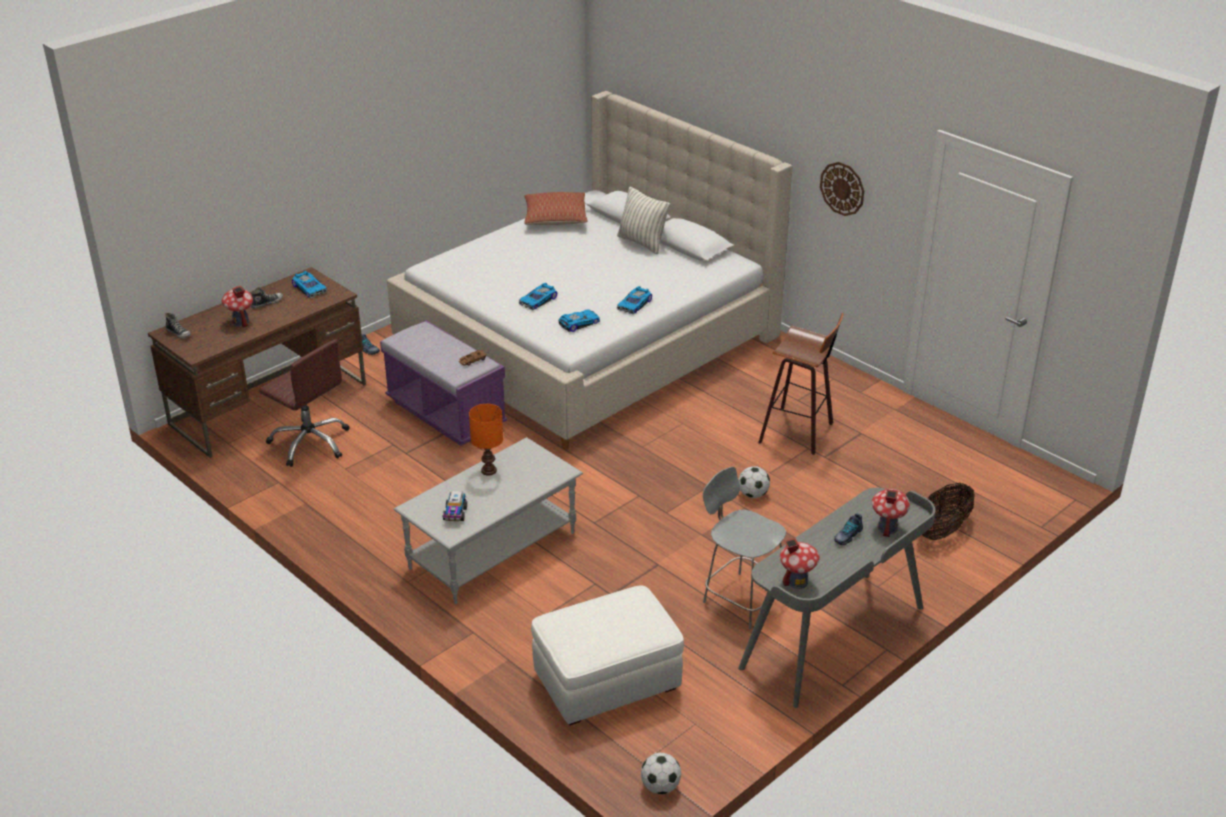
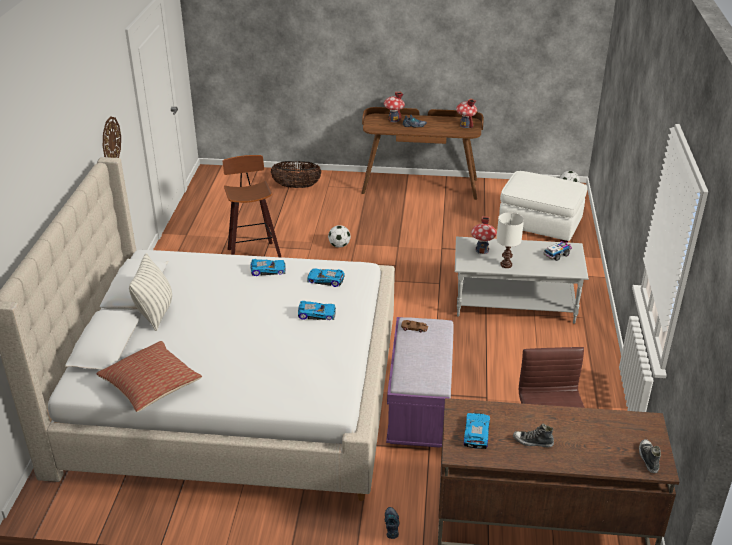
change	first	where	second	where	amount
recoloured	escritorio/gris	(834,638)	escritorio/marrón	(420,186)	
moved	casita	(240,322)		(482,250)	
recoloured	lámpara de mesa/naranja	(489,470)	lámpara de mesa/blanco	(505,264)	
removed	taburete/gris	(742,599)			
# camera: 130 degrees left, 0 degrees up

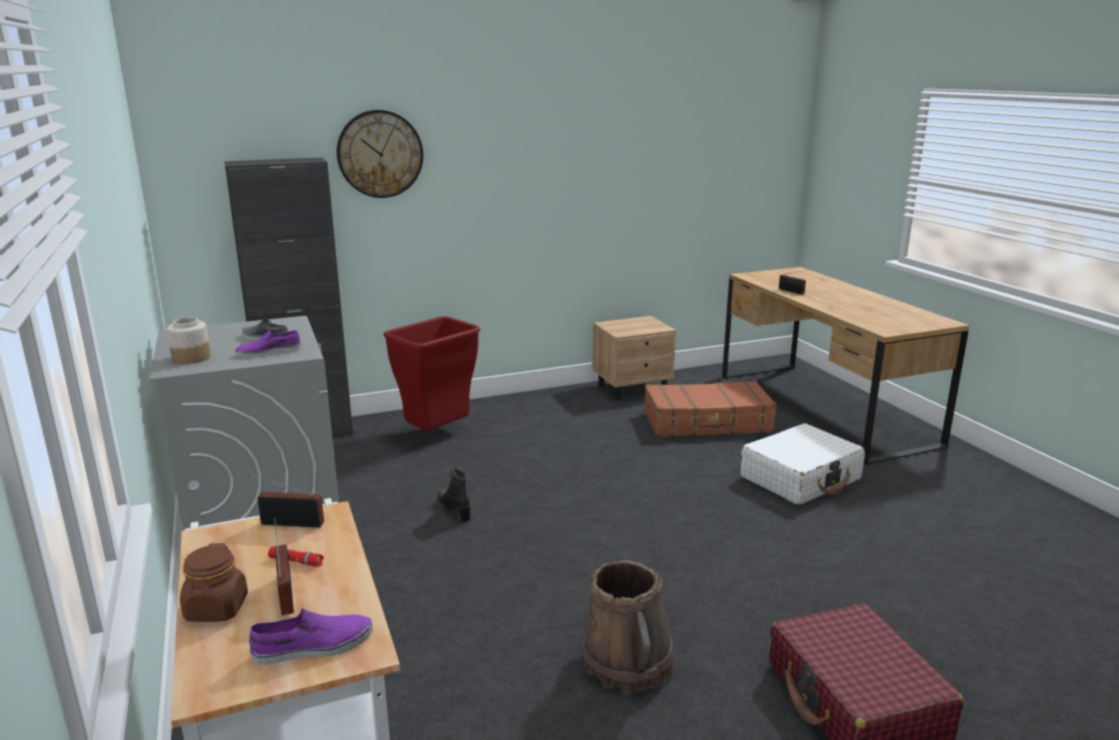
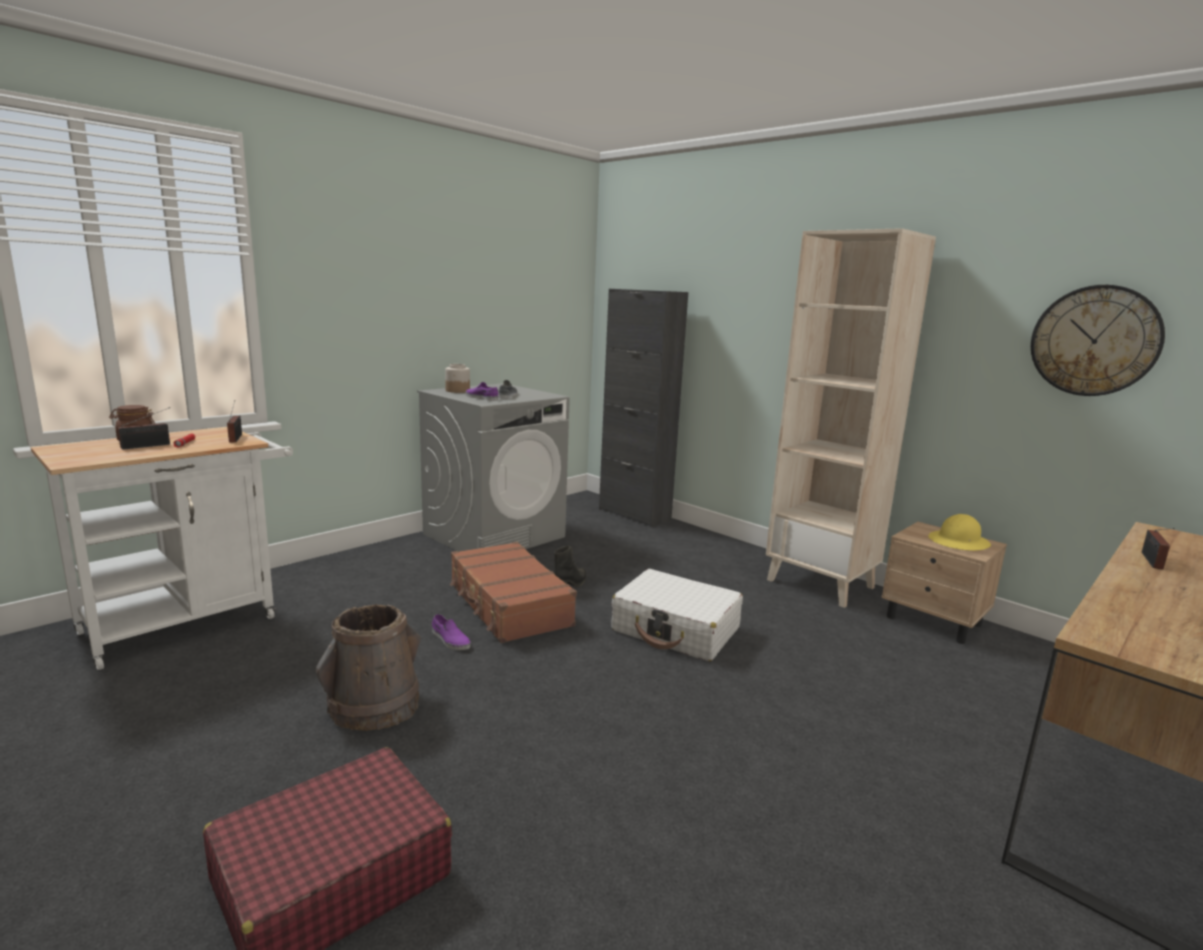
change	first	where	second	where	amount
moved	zapato/morado	(313,647)		(450,640)	
moved	maleta/marrón	(707,423)		(508,605)	
moved	maleta/blanco	(801,478)		(676,630)	
added			estantería/beis	(821,583)	
added			casco/amarillo	(959,542)	
moved	reloj de pared	(380,154)		(1094,341)	
removed	papelera/rojo	(438,434)			
# camera: 65 degrees right, 5 degrees down

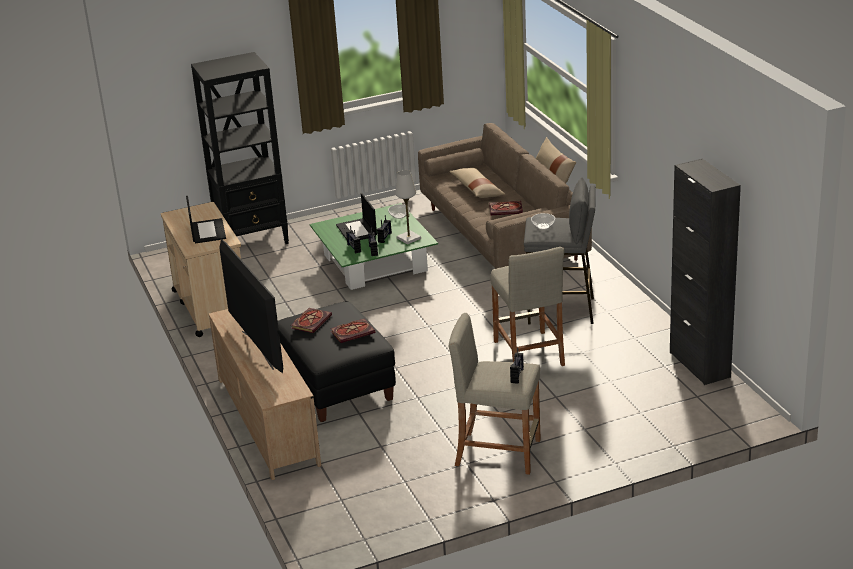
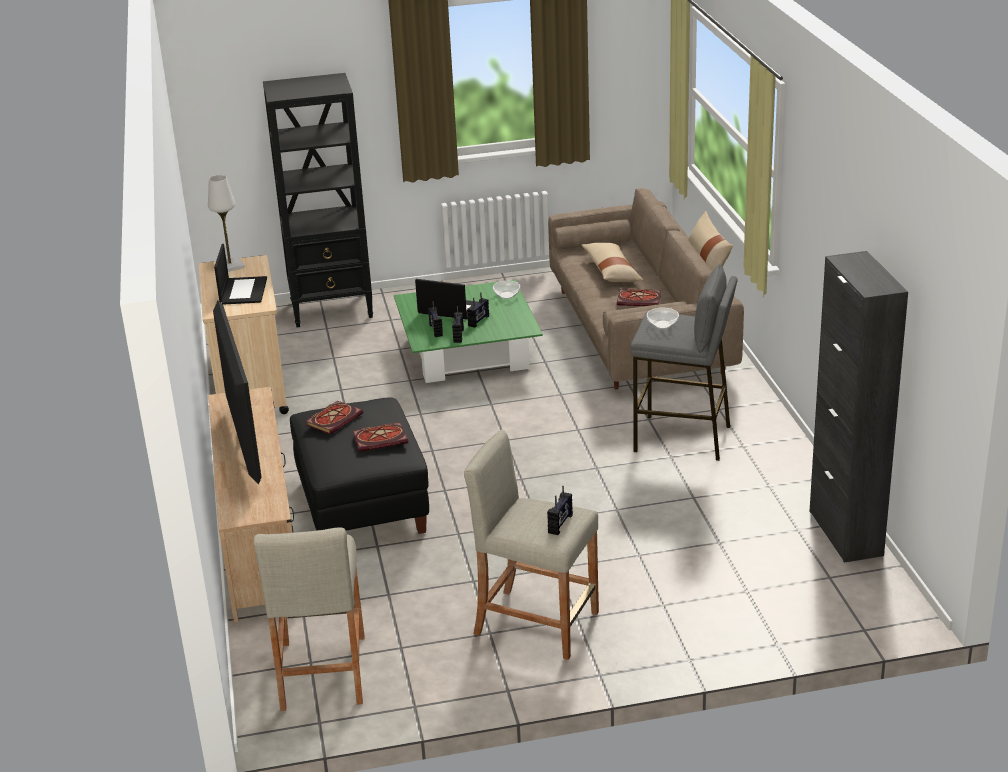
change	first	where	second	where	amount
moved	lámpara de mesa/blanco	(409,238)		(230,266)	
moved	taburete/beis	(529,353)		(322,672)	
turned	portátil	(357,231)		(448,309)	120 degrees clockwise
# camera: 10 degrees right, 0 degrees up

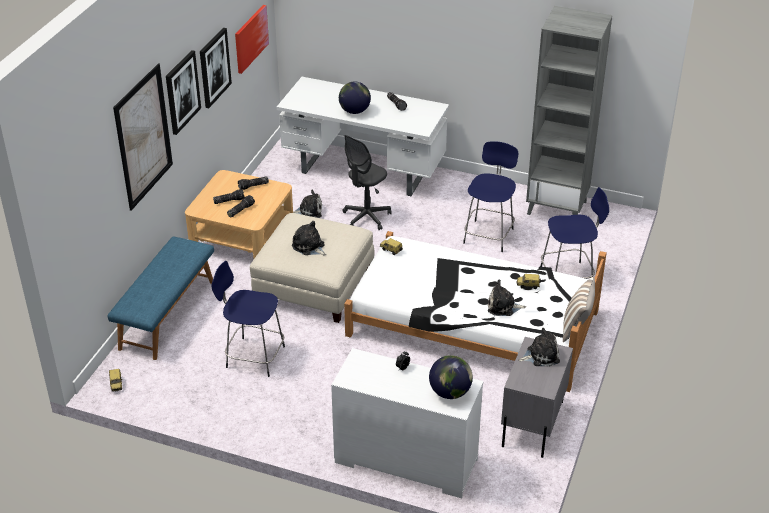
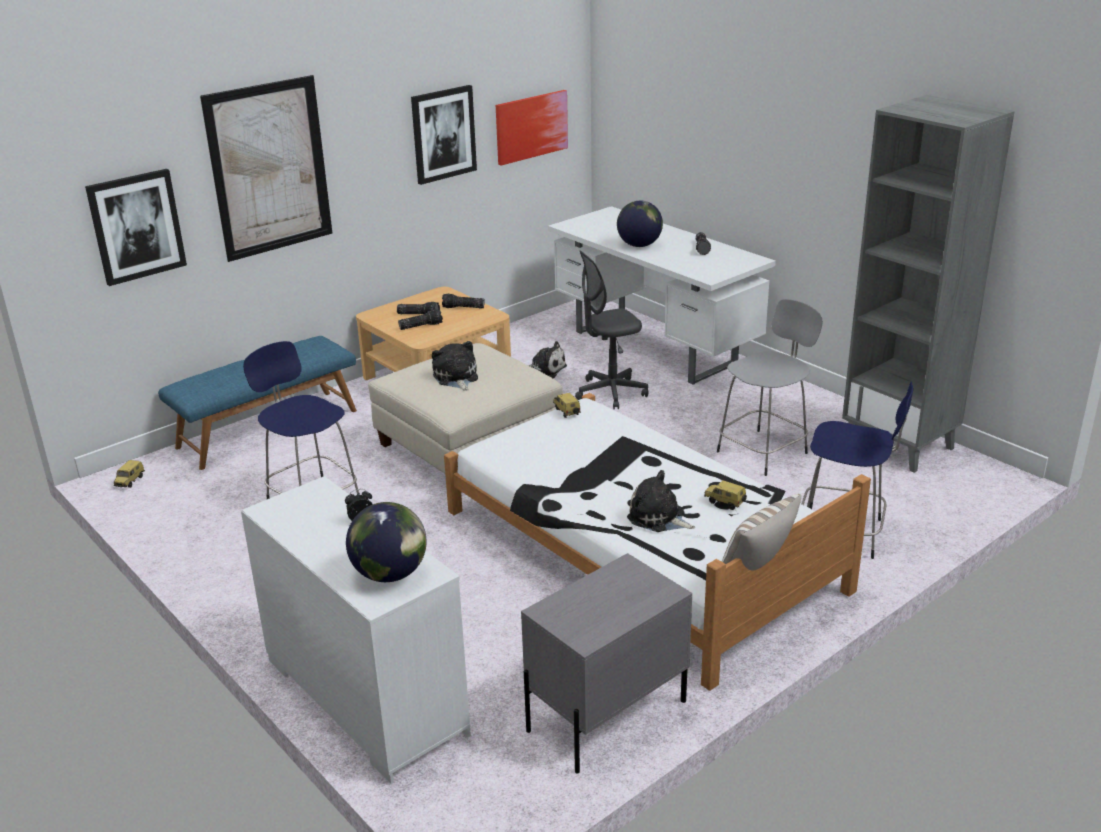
change	first	where	second	where	amount
moved	cuadro	(182,92)		(136,226)	
recoloured	taburete/azul	(489,235)	taburete/gris	(764,451)	
removed	peluche	(540,355)			
# camera: 30 degrees right, 10 degrees down

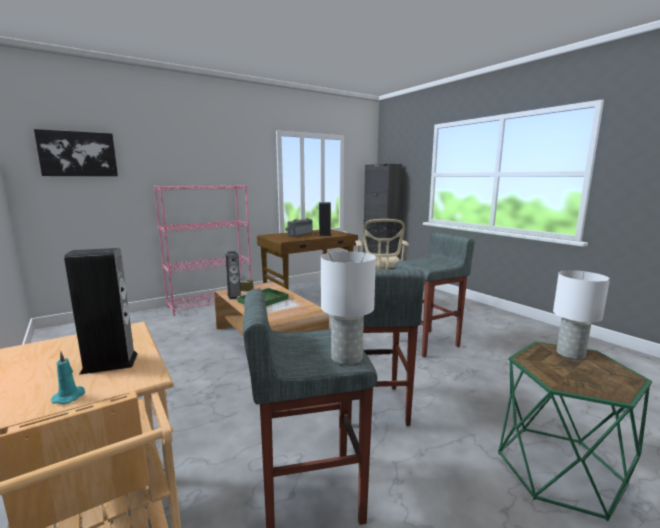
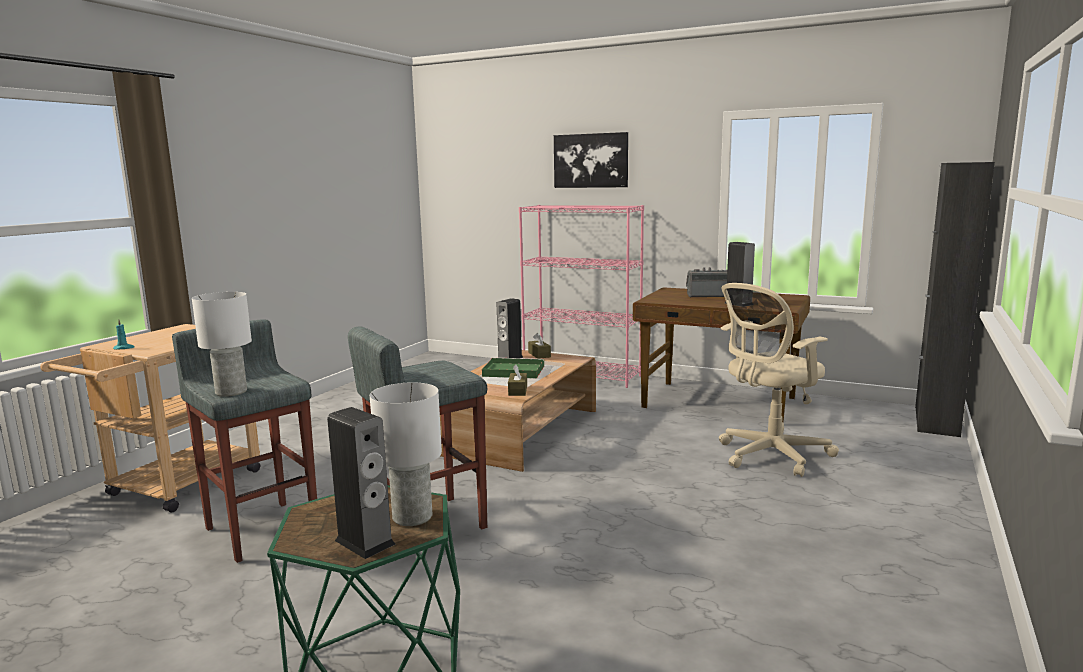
change	first	where	second	where	amount
moved	altavoz	(110,363)		(365,542)	
added			caja de pañuelos/marrón	(517,390)	
moved	cuadro	(78,154)		(591,160)	
removed	taburete/gris	(428,343)			
# camera: 60 degrees right, 0 degrees up

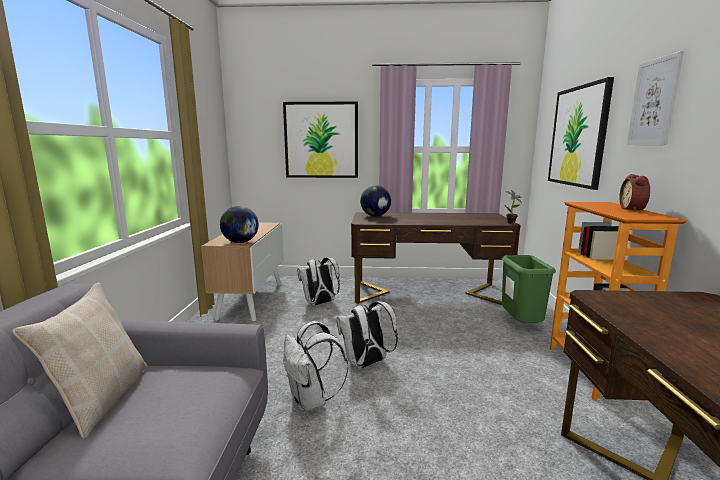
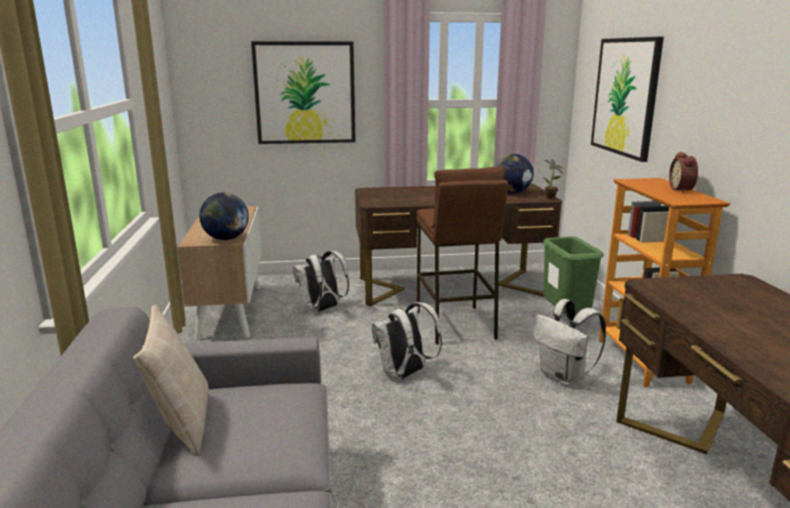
change	first	where	second	where	amount
added			taburete/marrón	(455,324)	
moved	globo terráqueo	(375,216)		(512,192)	
moved	mochila/blanco	(311,401)		(564,377)	
removed	cuadro	(653,102)			
# camera: 10 degrees left, 5 degrees up

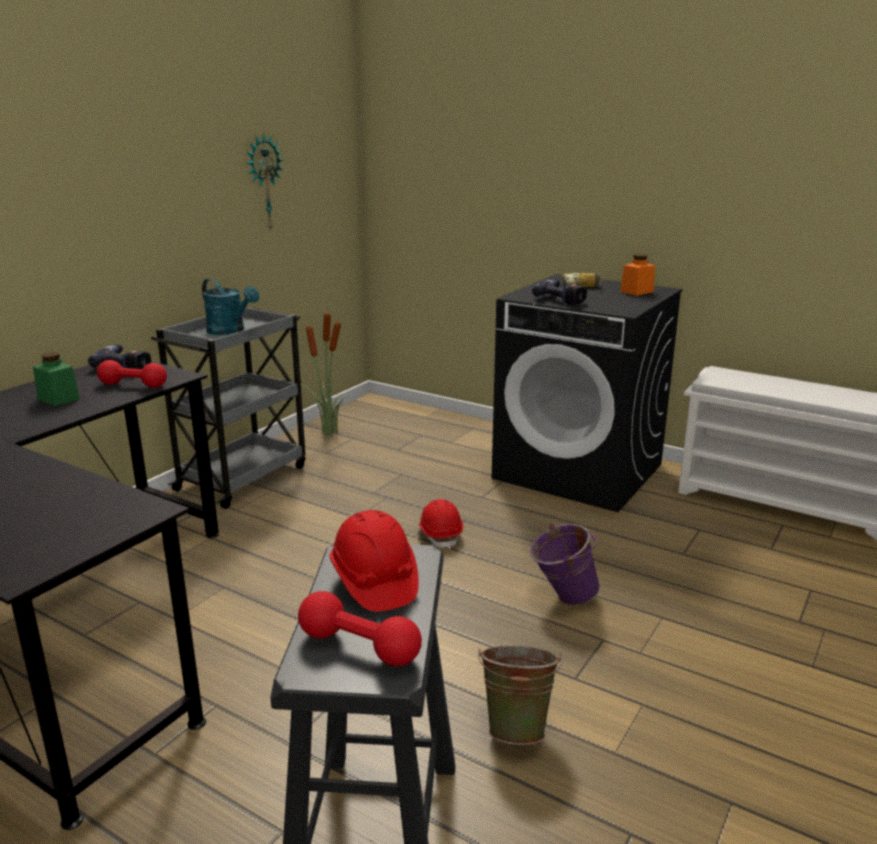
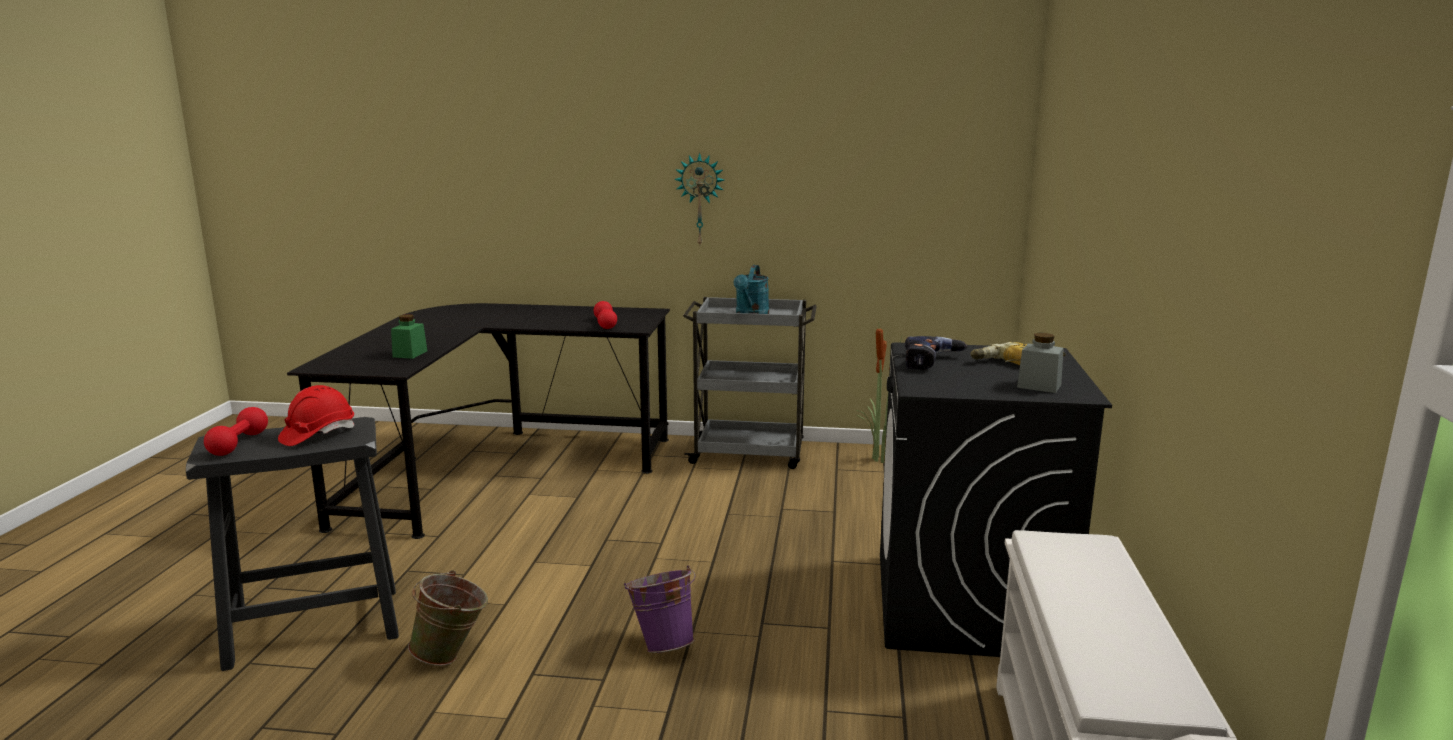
change	first	where	second	where	amount
moved	tarro/verde	(58,399)		(410,354)	
moved	reloj de pared	(264,183)		(700,200)	
recoloured	tarro/naranja	(636,292)	tarro/gris	(1039,386)	
removed	taladro	(126,366)			
removed	casco/rojo	(440,534)			
# camera: 65 degrees right, 5 degrees down

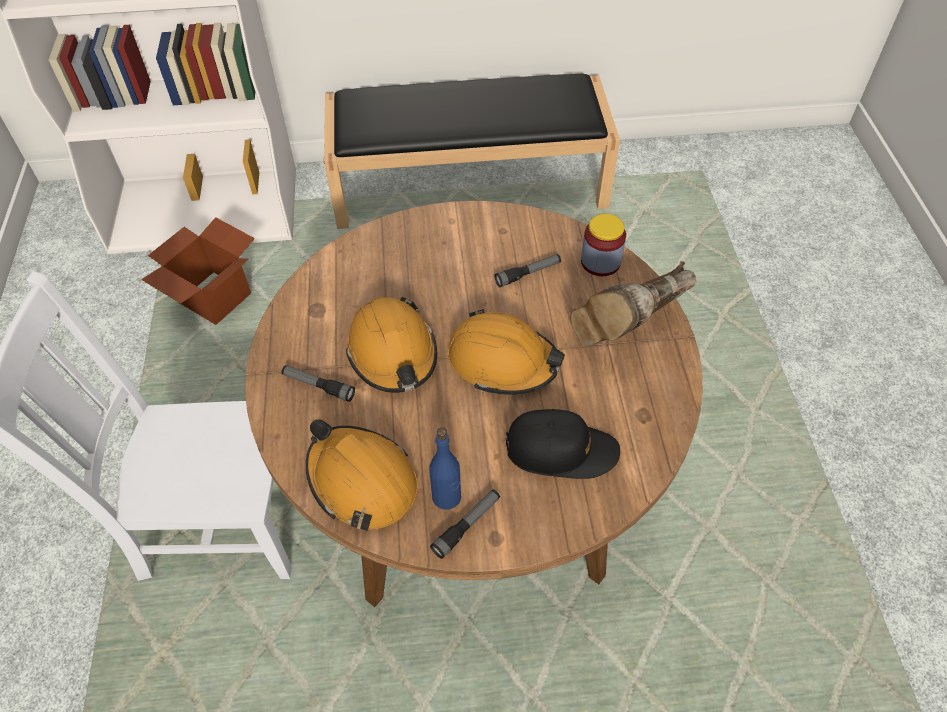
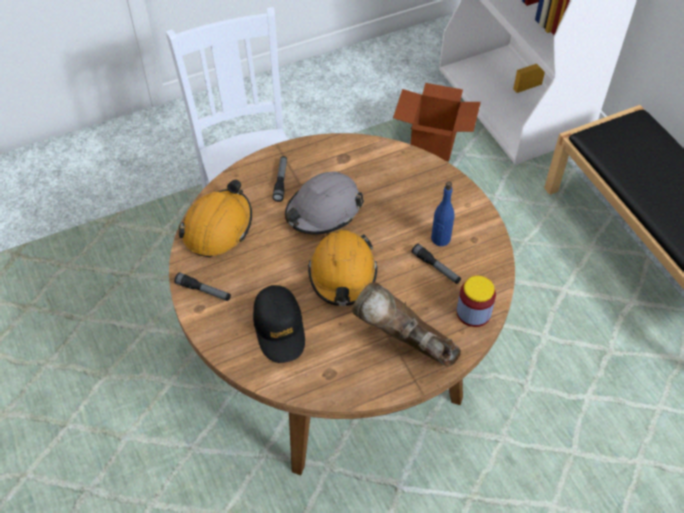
change	first	where	second	where	amount
recoloured	casco/naranja	(393,354)	casco/gris	(323,211)	
moved	botella/azul	(447,497)		(440,239)	
# camera: 70 degrees right, 0 degrees up

